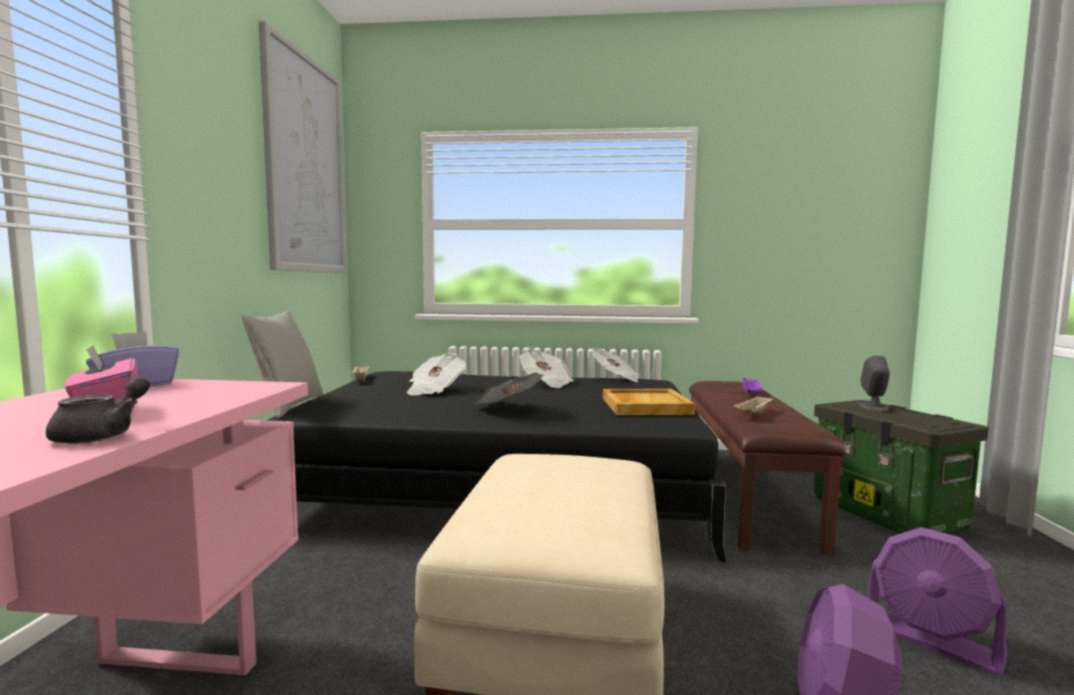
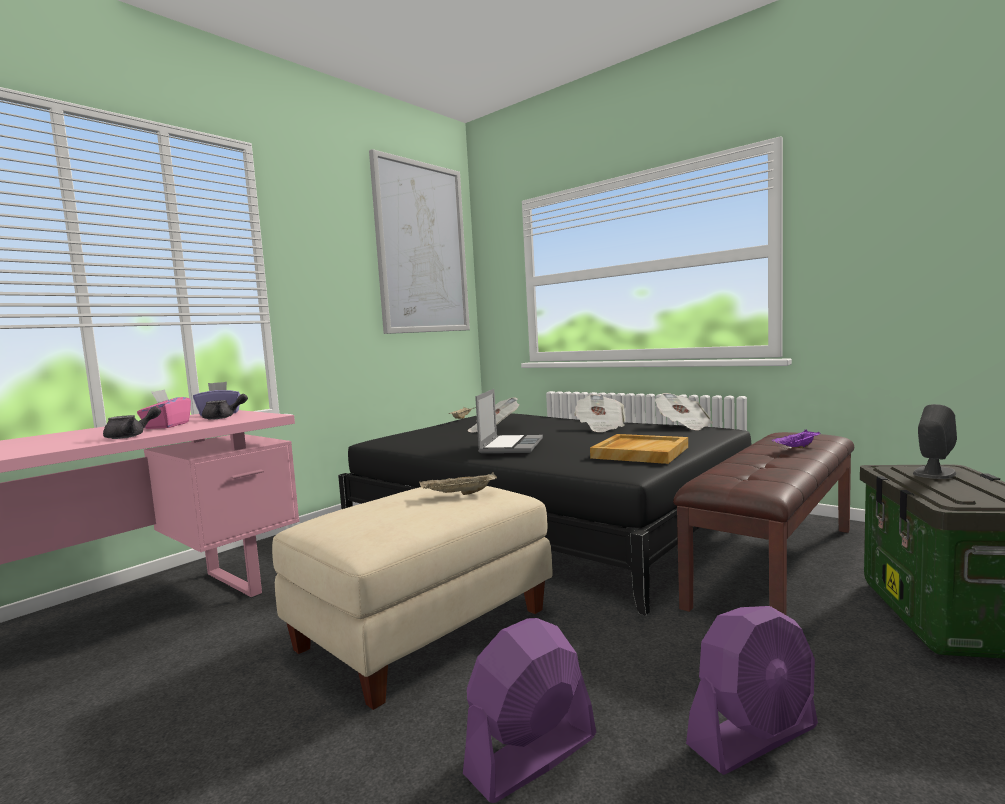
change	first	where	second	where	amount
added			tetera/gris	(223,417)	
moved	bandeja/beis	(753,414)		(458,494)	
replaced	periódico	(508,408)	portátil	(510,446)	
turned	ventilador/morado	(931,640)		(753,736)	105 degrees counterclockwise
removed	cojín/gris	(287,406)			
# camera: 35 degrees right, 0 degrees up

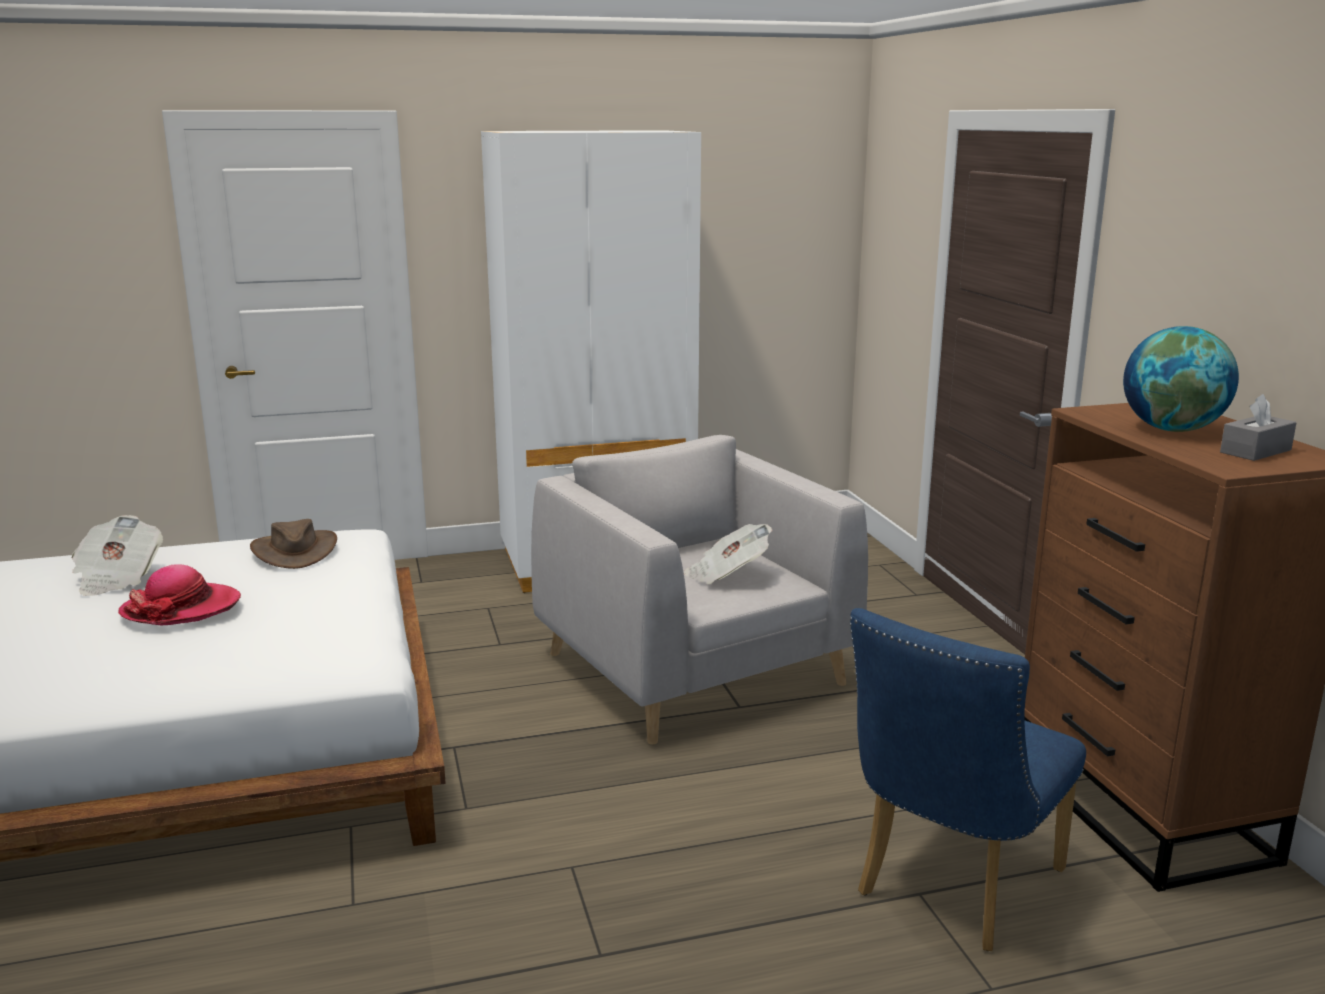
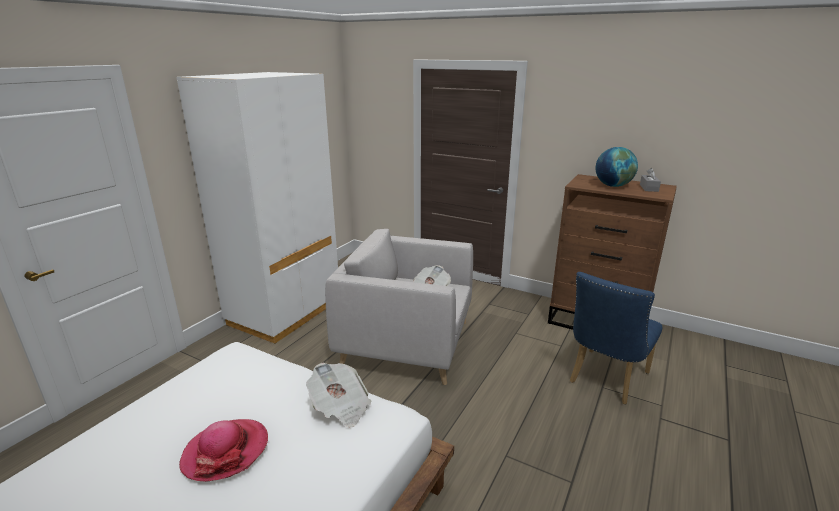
change	first	where	second	where	amount
moved	periódico	(117,578)		(340,407)	
turned	silla/azul	(949,887)		(605,379)	45 degrees clockwise
removed	sombrero/marrón	(294,551)			
# camera: 45 degrees left, 5 degrees up

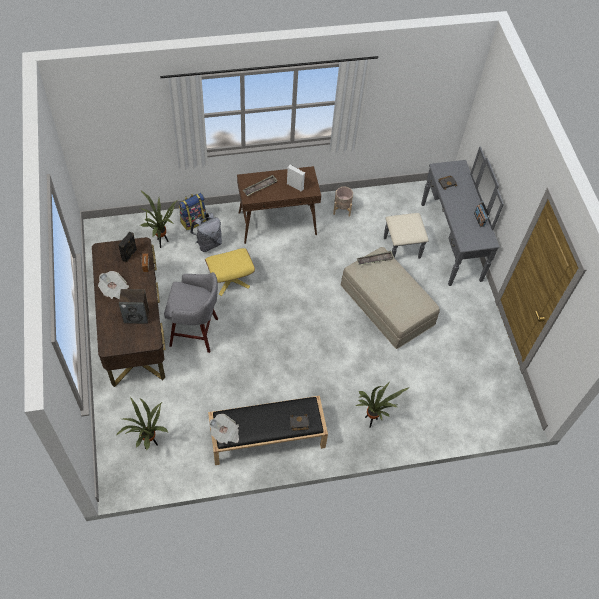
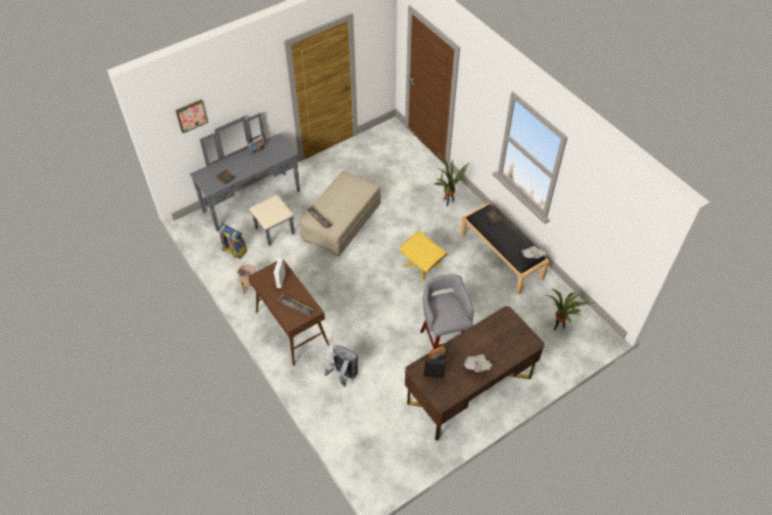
change	first	where	second	where	amount
added			cuadro	(191,115)	
moved	mochila	(193,221)		(234,251)	
moved	puf/amarillo	(230,279)		(422,265)	
removed	altavoz	(136,316)			
removed	planta en maceta	(162,242)			
# camera: 110 degrees left, 5 degrees down

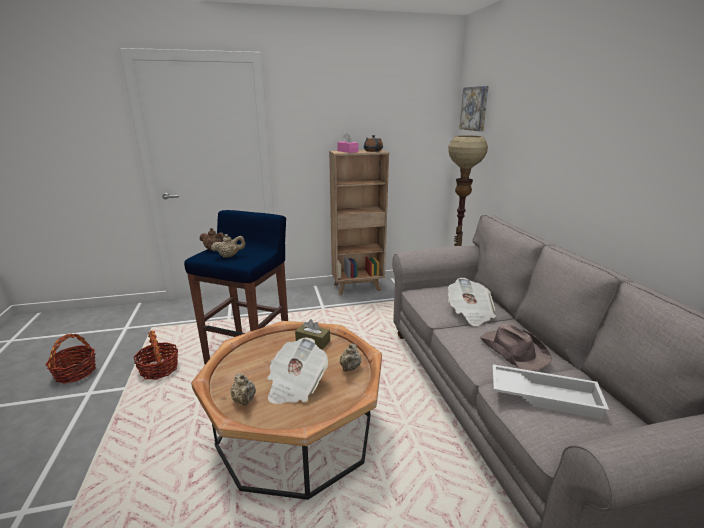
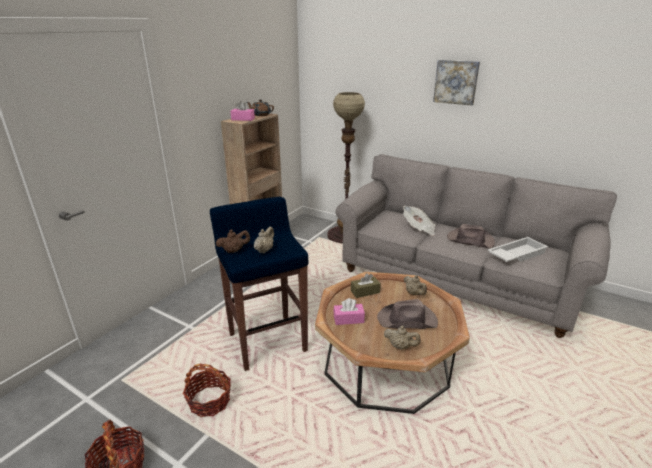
change	first	where	second	where	amount
added			caja de pañuelos/rosa	(348,319)	
replaced	periódico	(295,385)	sombrero/marrón	(407,320)	
moved	cuadro	(475,108)		(456,82)	
# camera: 45 degrees left, 5 degrees up

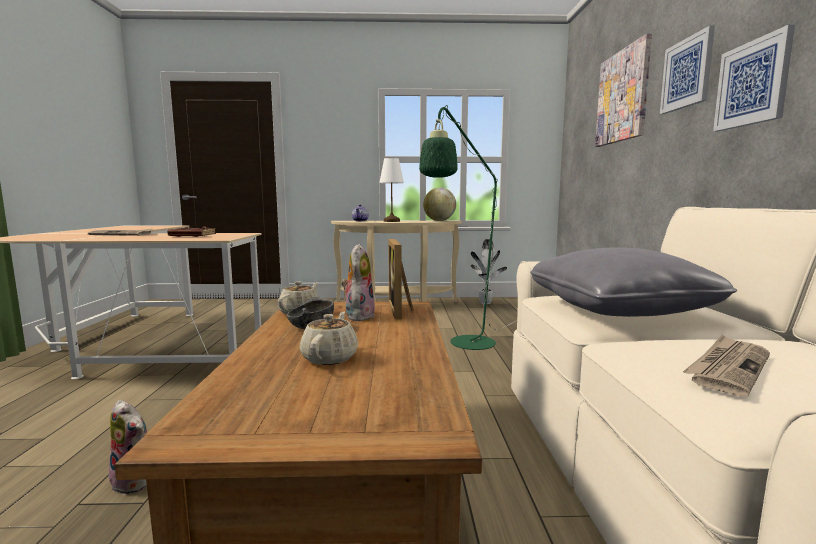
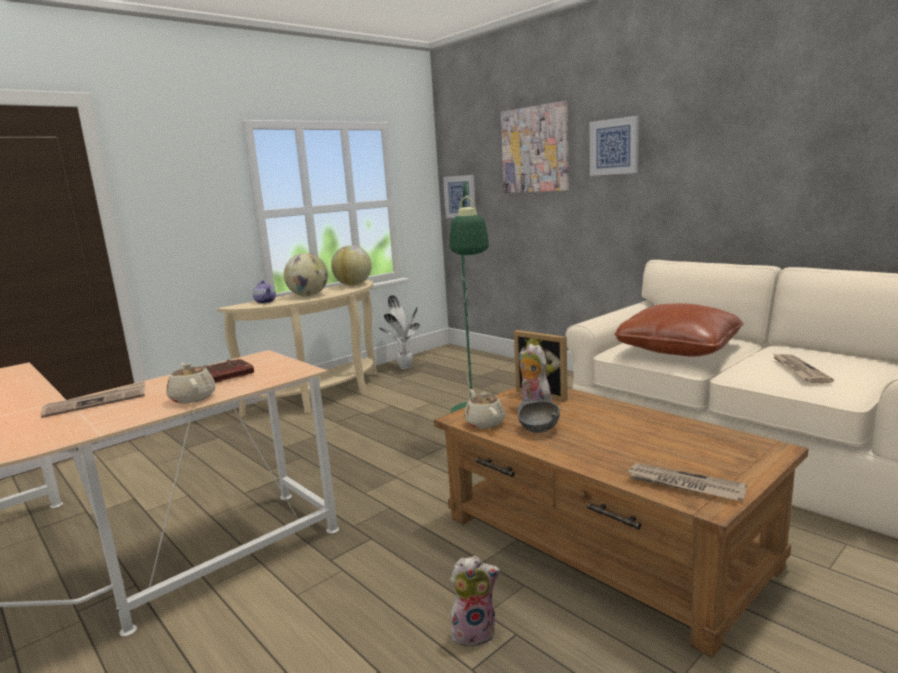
change	first	where	second	where	amount
moved	tetera/beis	(330,357)		(193,398)	
replaced	lámpara de mesa/blanco	(392,221)	globo terráqueo	(308,296)	
moved	cuadro	(752,83)		(460,196)	
recoloured	cojín/gris	(618,309)	cojín/marrón	(678,349)	
added			periódico	(684,485)	
# camera: 40 degrees left, 5 degrees up

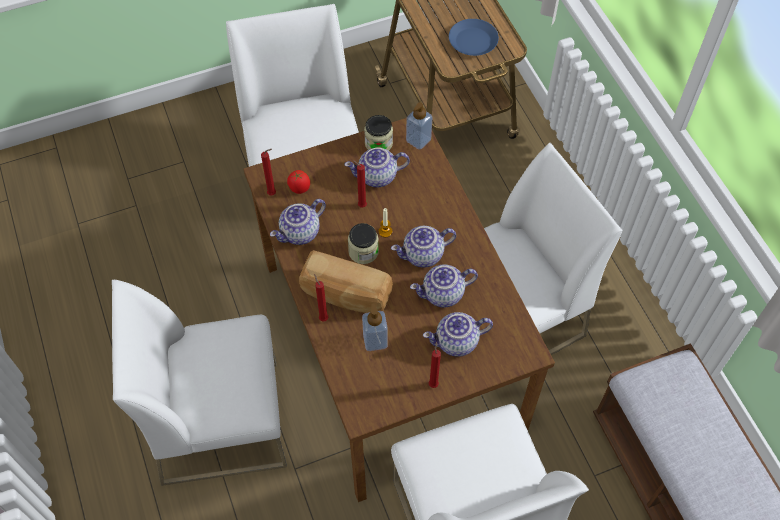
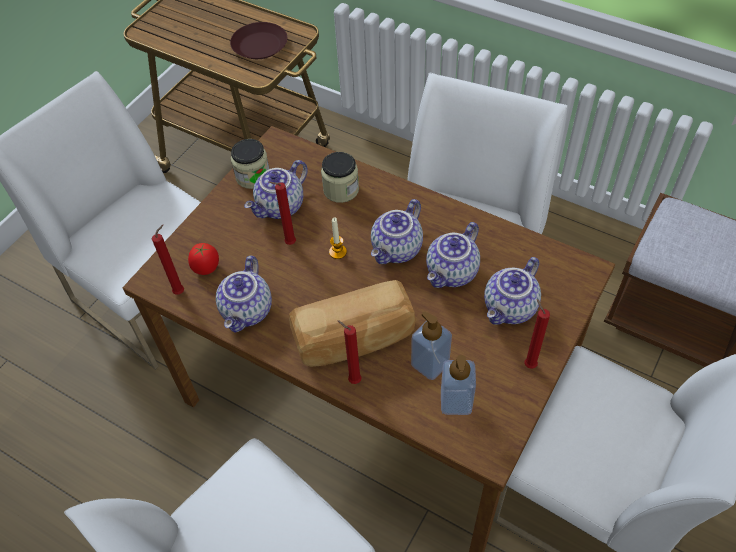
change	first	where	second	where	amount
recoloured	plato/azul	(473,41)	plato/marrón	(259,45)	
moved	tarro	(363,251)		(341,190)	
moved	dispensador de jabón	(418,140)		(456,401)	
# camera: 35 degrees left, 5 degrees down

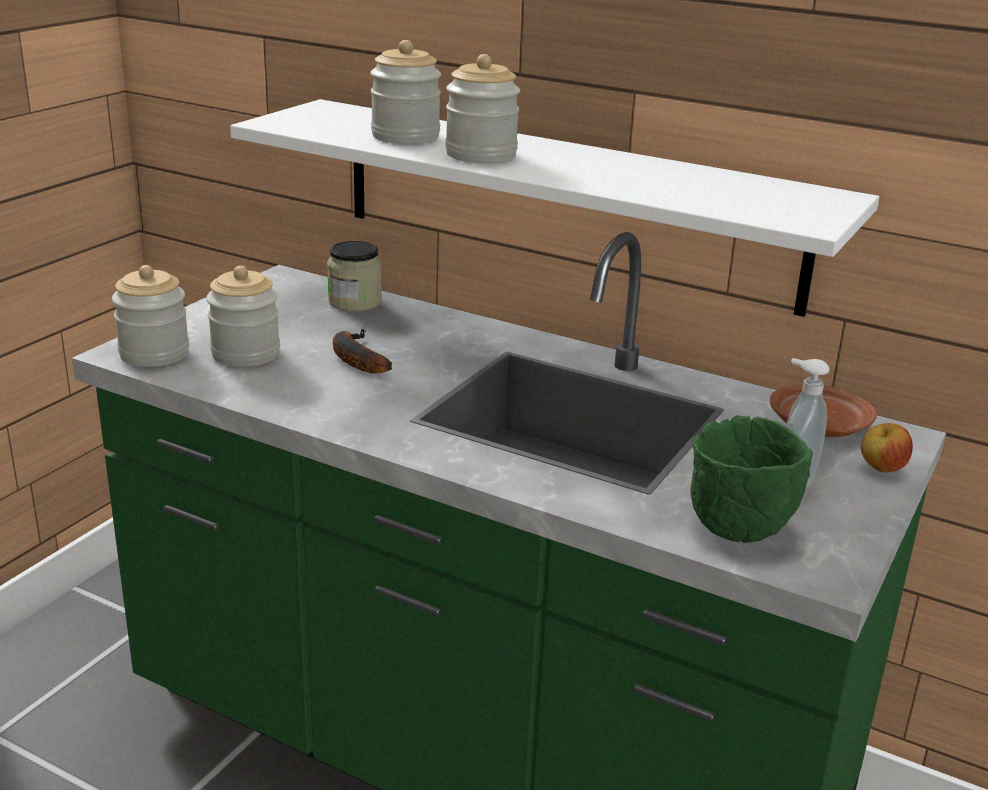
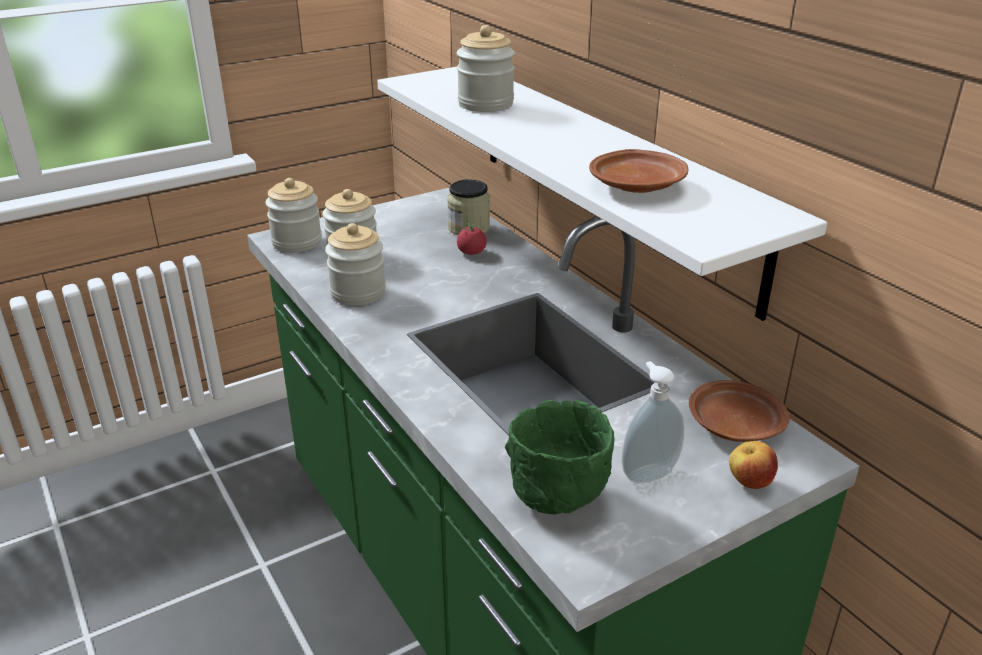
change	first	where	second	where	amount
moved	tarro	(481,154)		(358,293)	
added			tomate	(471,252)	
added			plato/marrón	(637,186)	
removed	plátano	(355,358)			
# camera: 30 degrees right, 5 degrees up

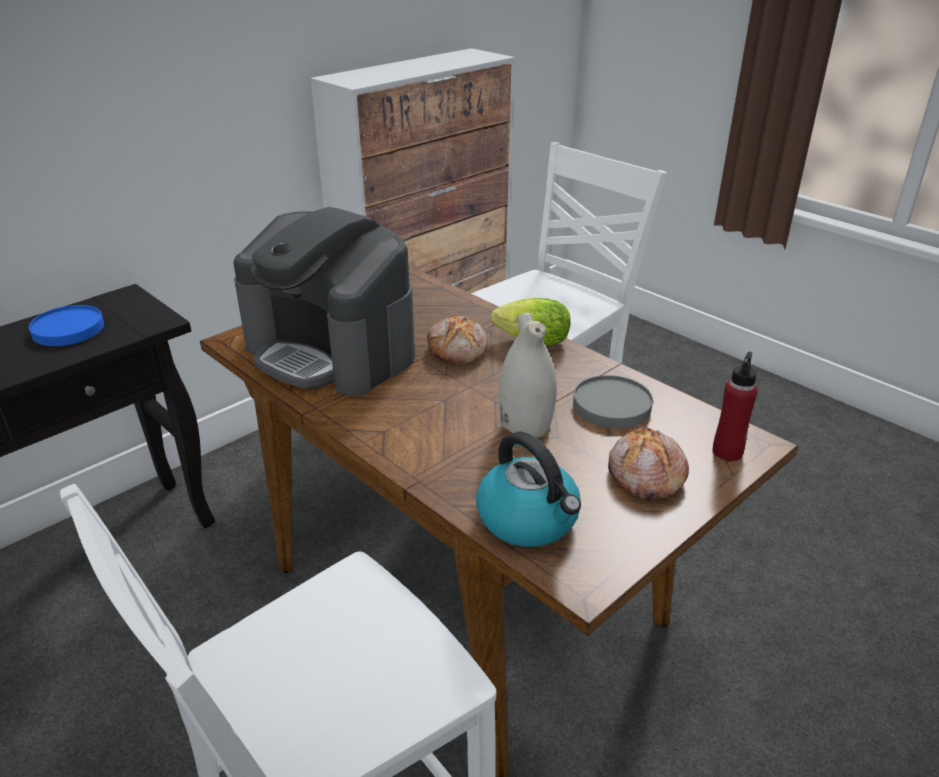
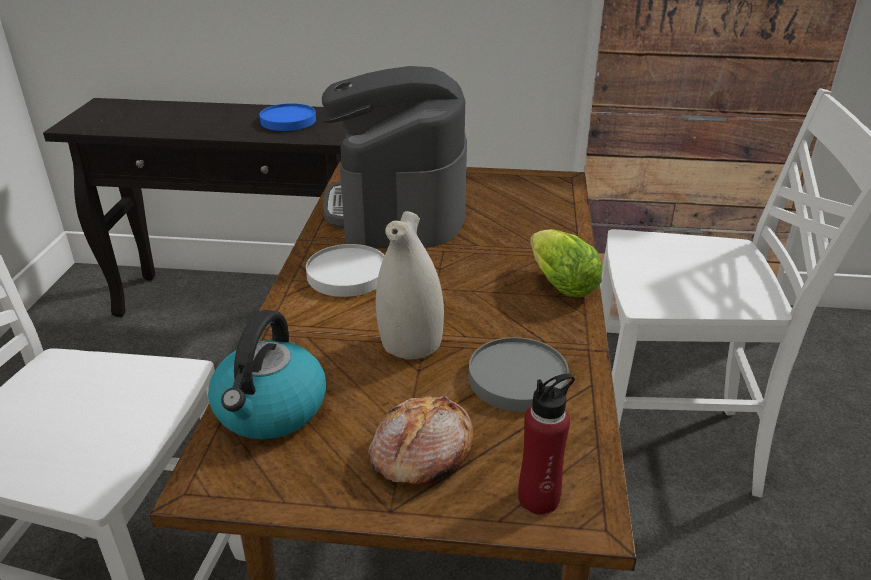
change	first	where	second	where	amount
added			plato/blanco	(347,275)	
removed	pan	(458,349)			
# camera: 50 degrees right, 0 degrees up

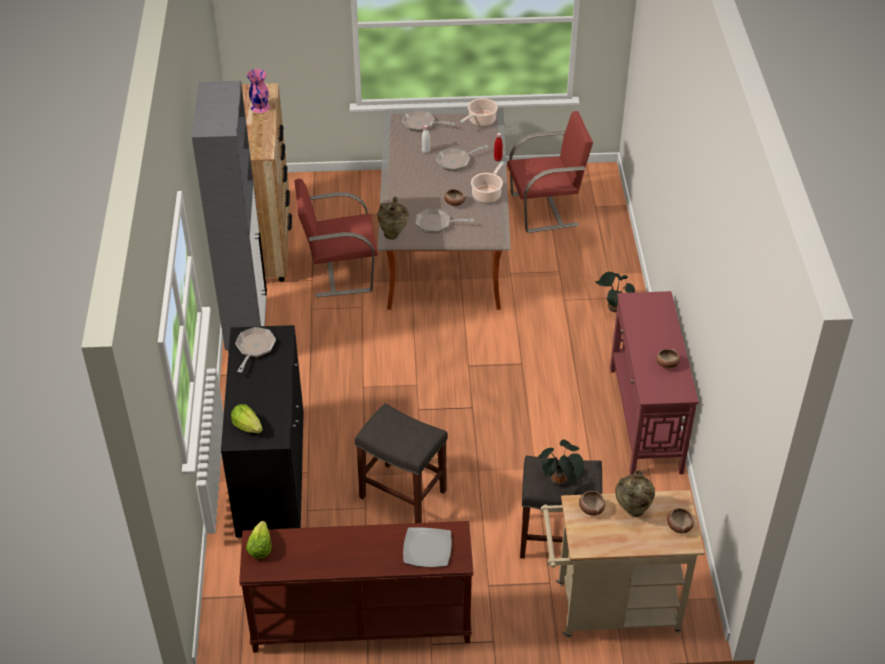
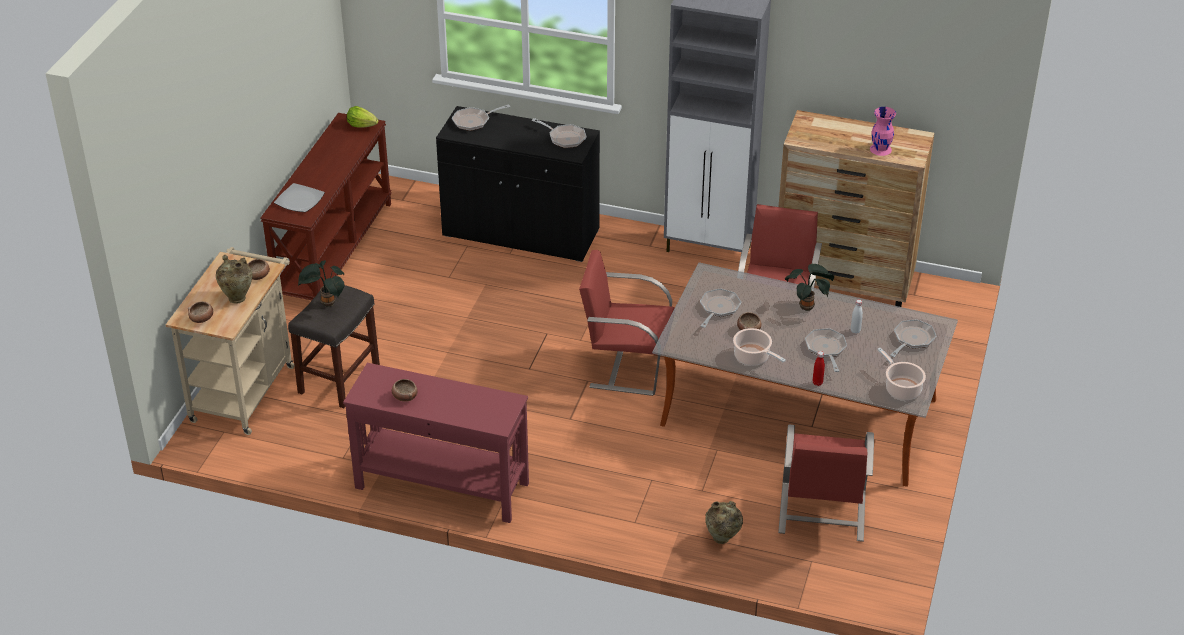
change	first	where	second	where	amount
replaced	lechuga	(247,426)	sartén	(474,121)	
added			silla/rojo	(626,366)	
moved	florero/beis	(393,234)		(722,540)	
moved	planta en maceta	(612,308)		(808,306)	
removed	taburete/gris	(401,494)			
# camera: 110 degrees right, 5 degrees down

